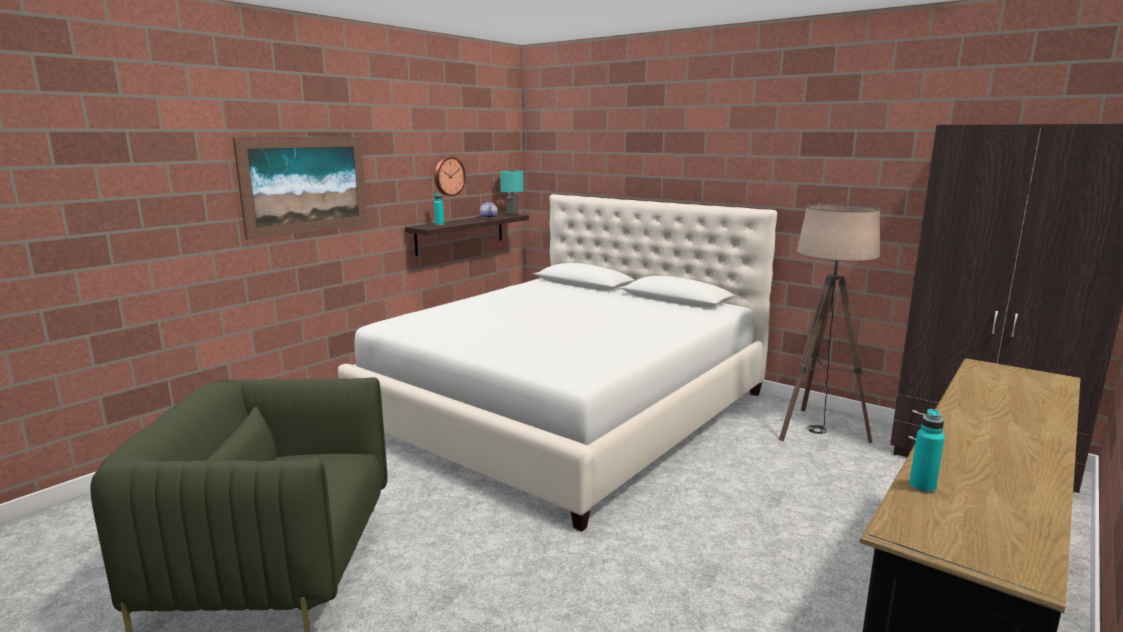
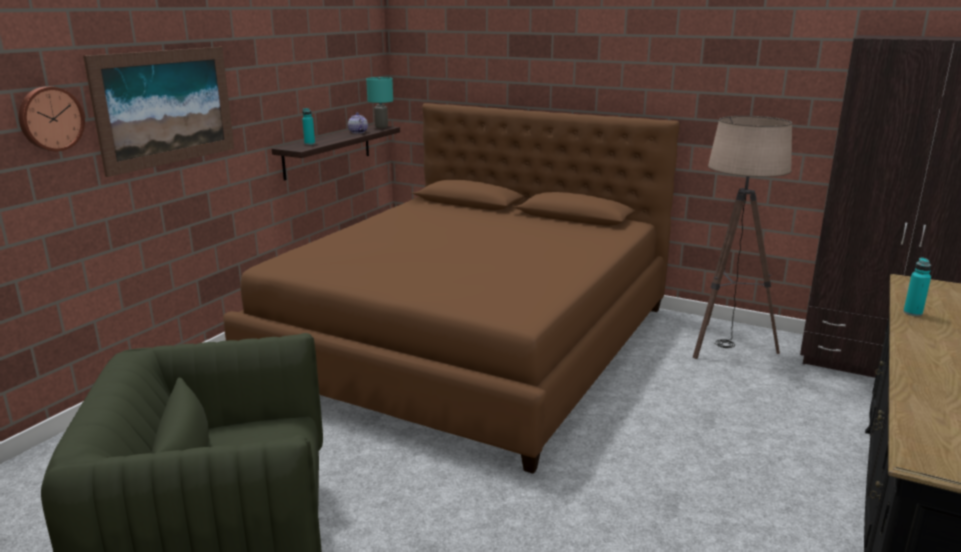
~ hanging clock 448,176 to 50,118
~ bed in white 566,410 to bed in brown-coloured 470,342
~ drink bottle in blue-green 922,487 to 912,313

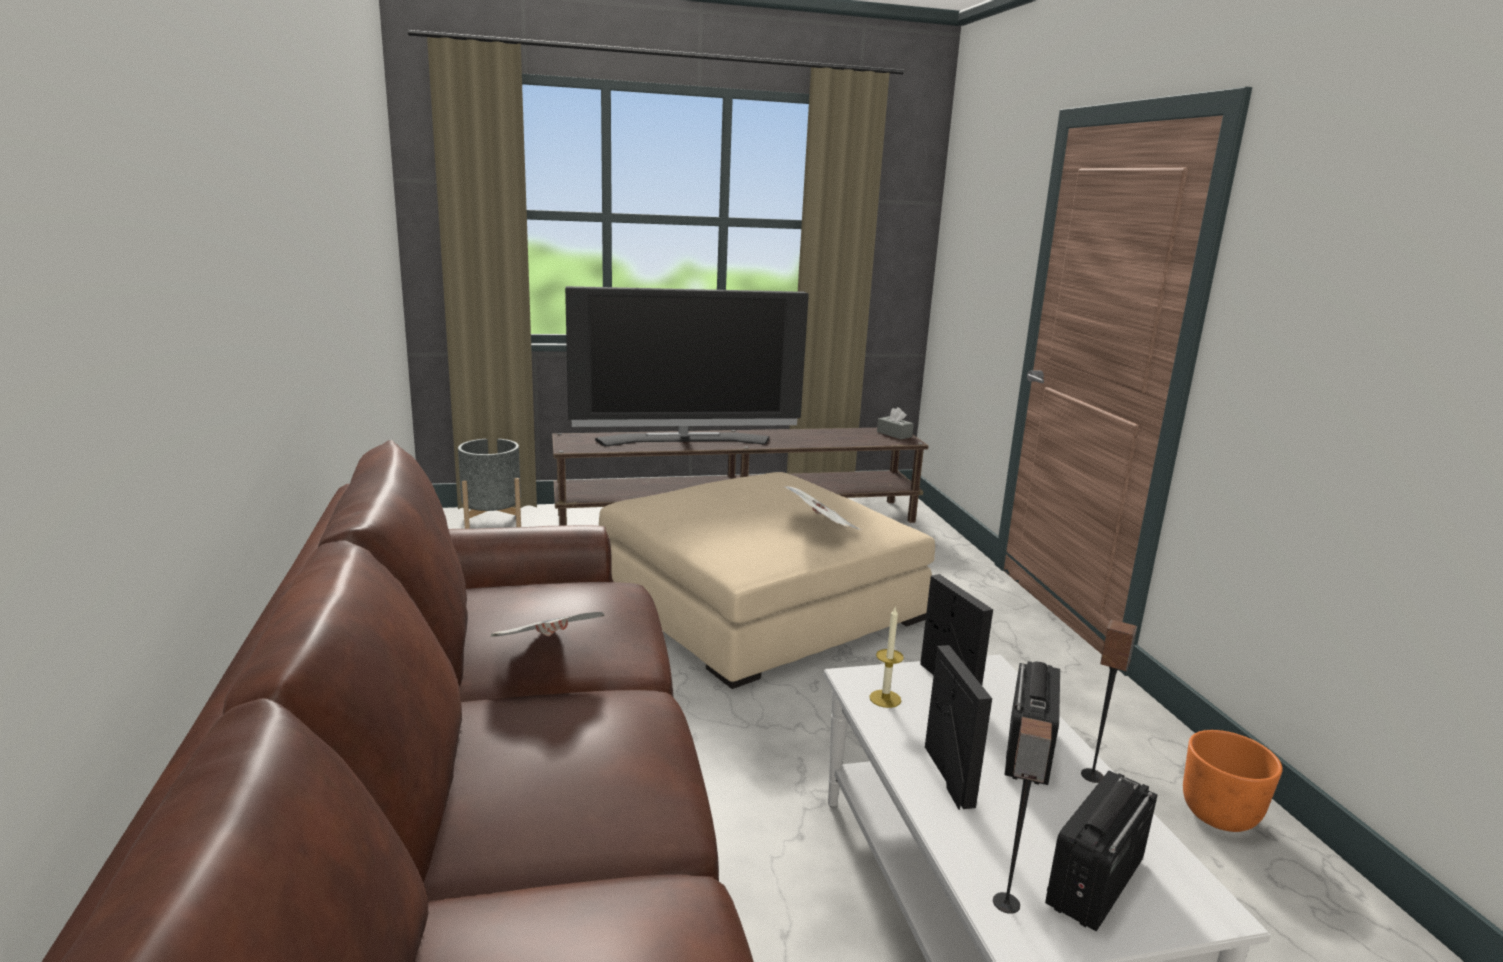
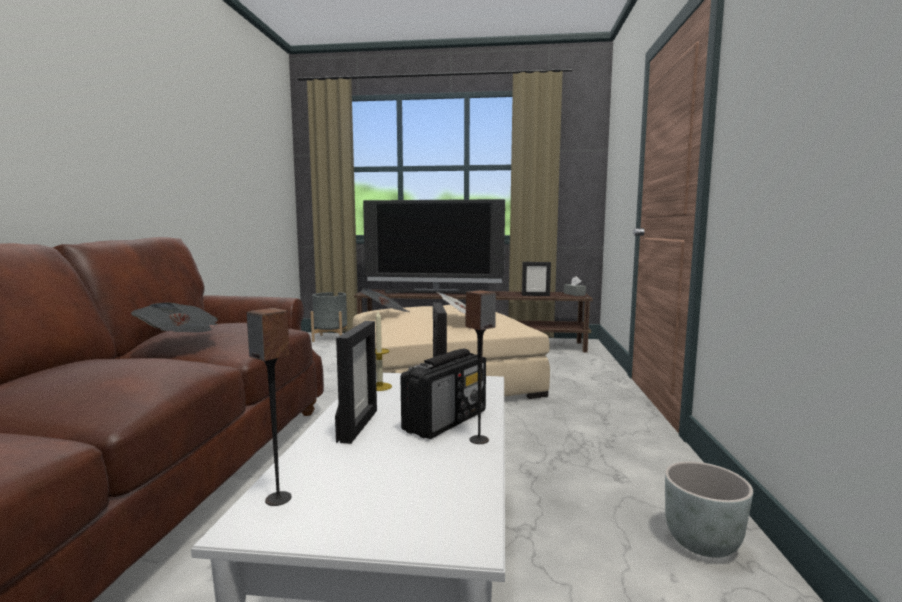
~ flower pot in orangey 1217,815 to flower pot in greyish 701,542
- radio receiver 1094,883
+ photo frame 535,295
+ newspaper 385,314

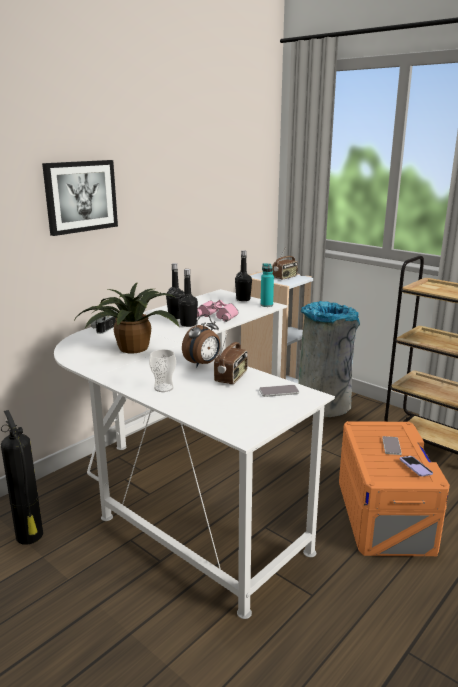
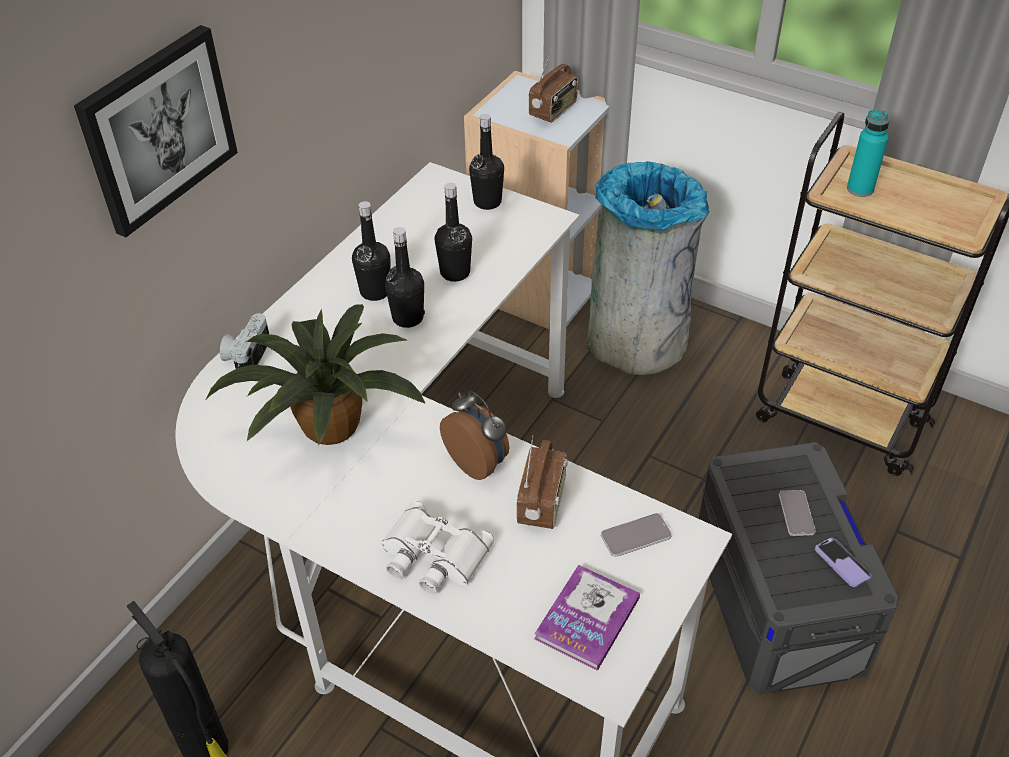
~ drink bottle in blue-green 266,305 to 860,189
~ binoculars in pink 218,315 to drink bottle in black 455,272
~ table clock 203,364 = 478,462 75 degrees counterclockwise
~ small cup 163,388 to binoculars in white 431,556
~ storage container in orangey 384,514 to storage container in greyish 777,598
+ book 587,618

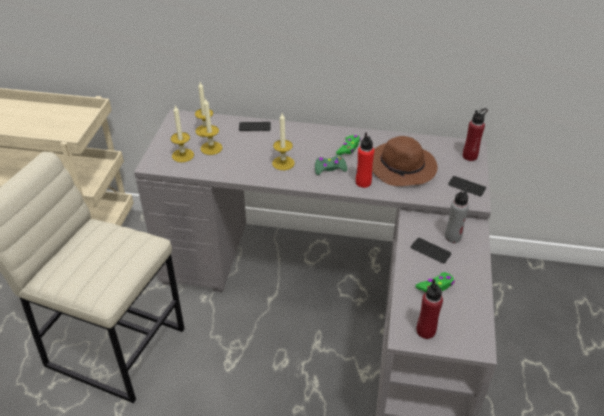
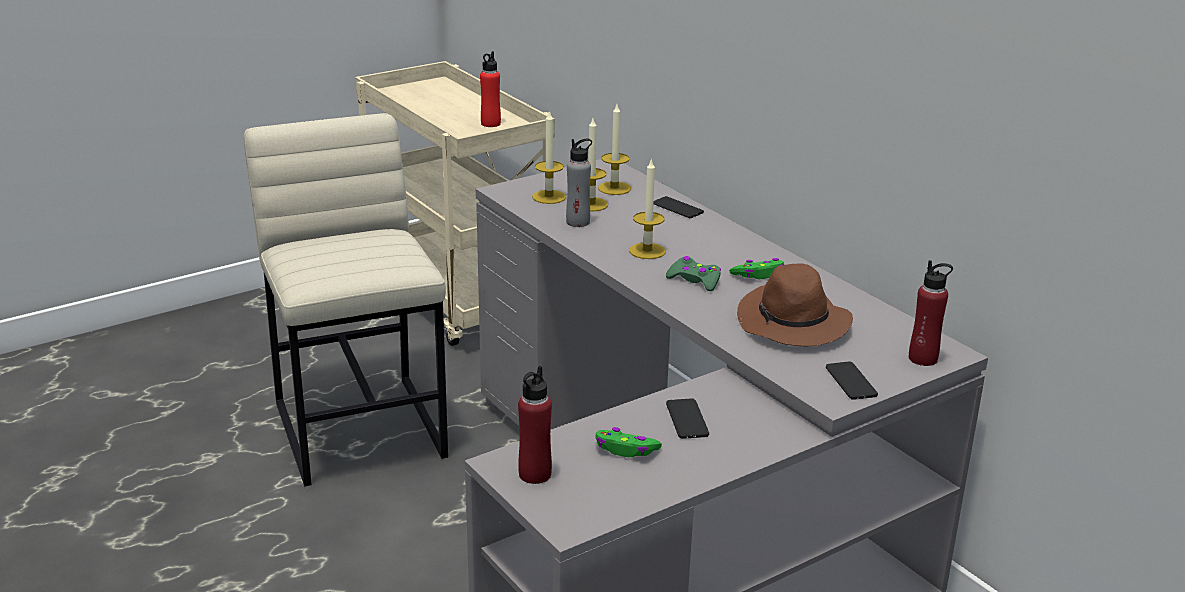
~ drink bottle in red 363,182 to 490,123
~ drink bottle in greyish 453,237 to 578,222

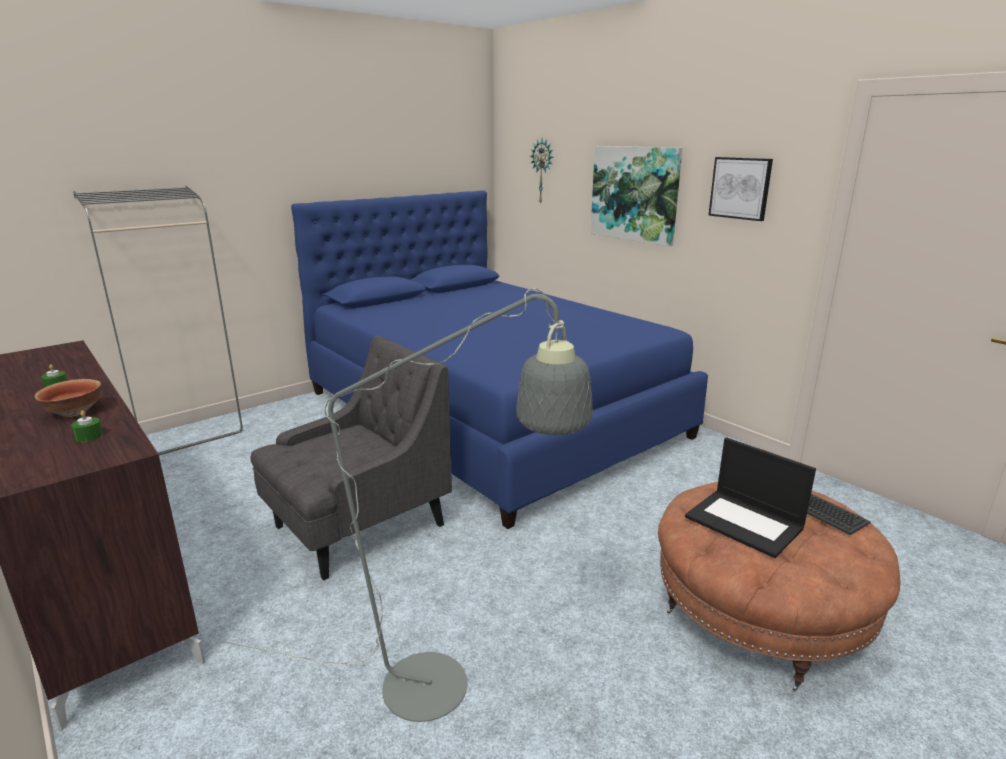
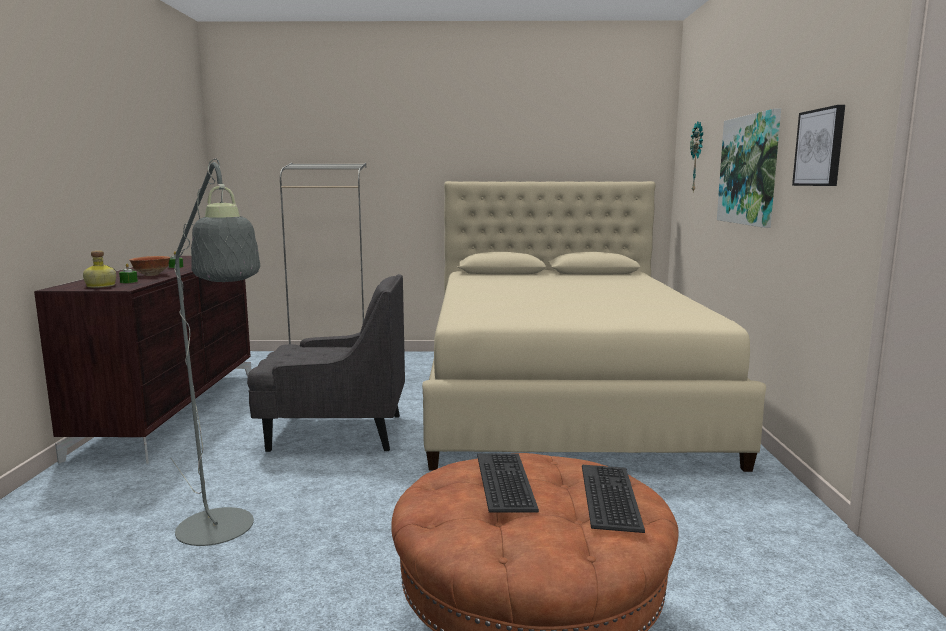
~ bed in bluish 490,413 to bed in sand-coloured 562,396
~ portable computer 745,522 to computer keyboard 506,482
+ drink bottle 100,286

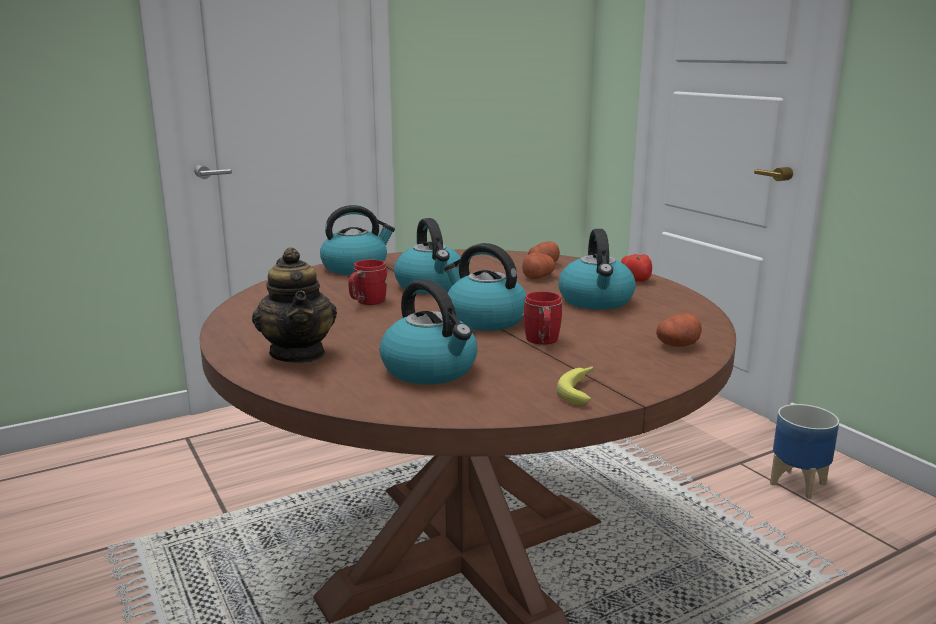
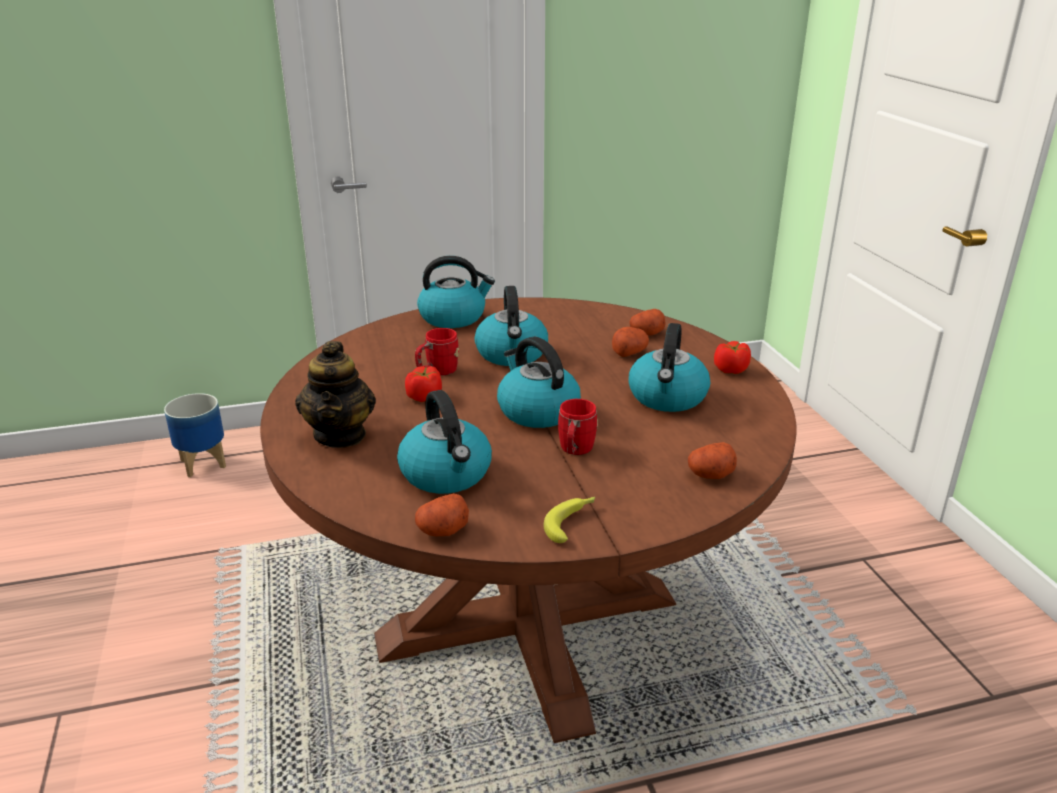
~ flower pot 798,483 to 204,463
+ fresh tomato 425,397
+ spud 443,530

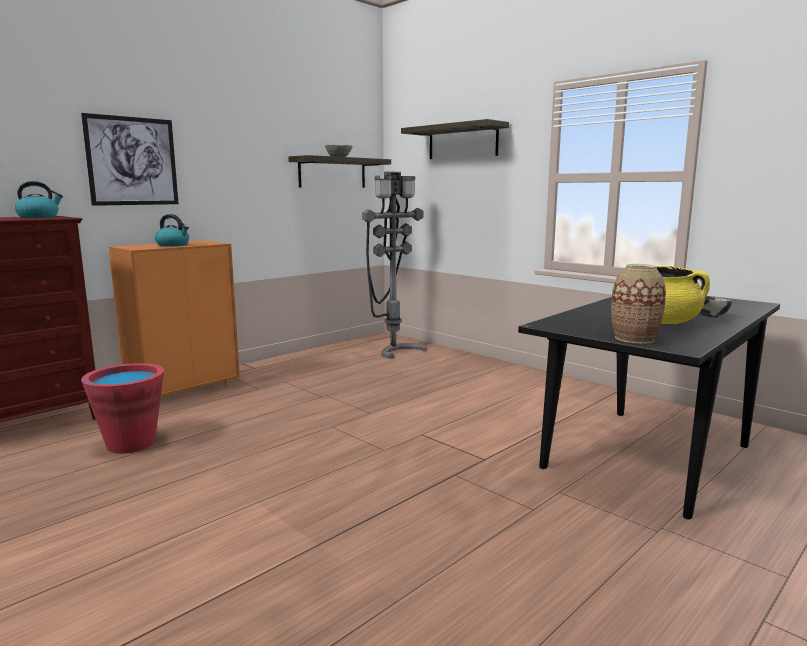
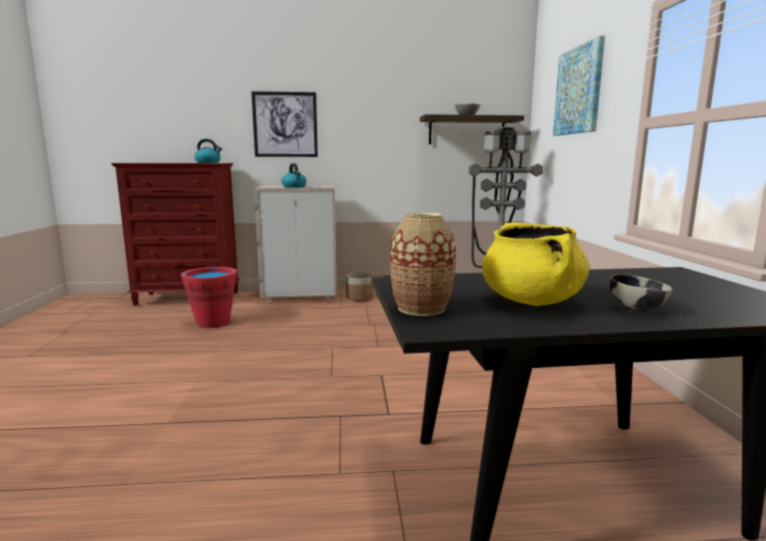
~ shelf 462,142 to wall picture 578,90
~ cabinet in orangey 184,388 to cabinet in sand-coloured 301,297
+ flower pot 360,298

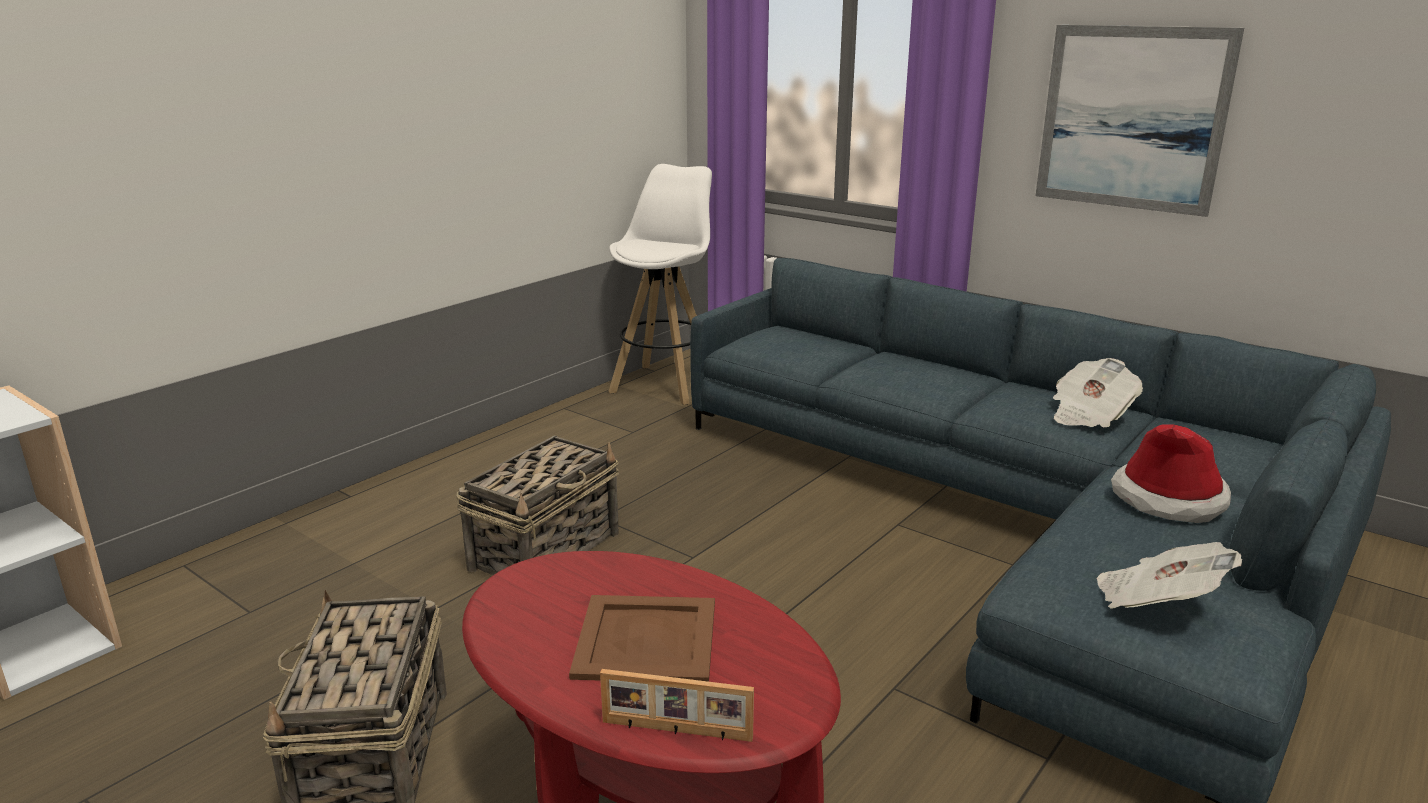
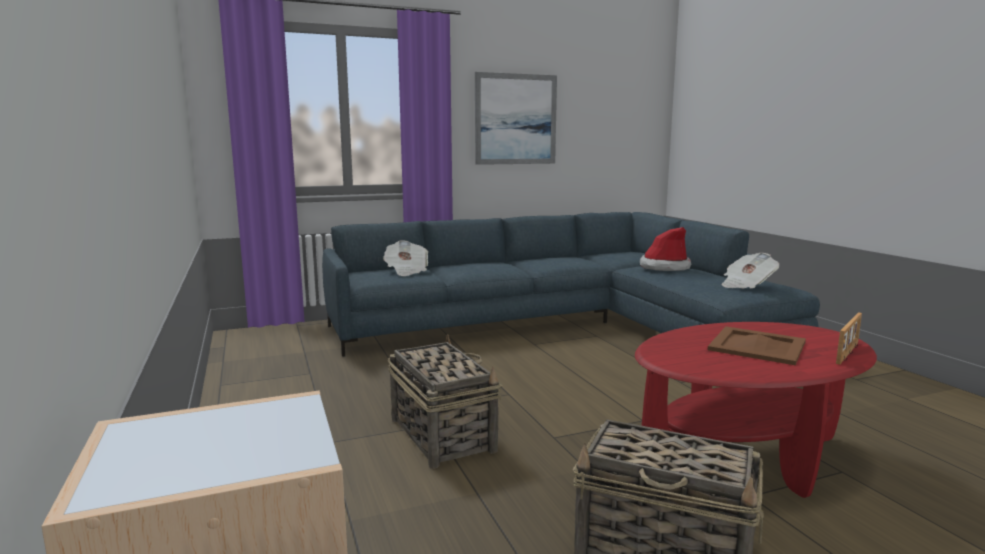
- stool in white 666,383
~ newspaper 1089,415 to 406,271

